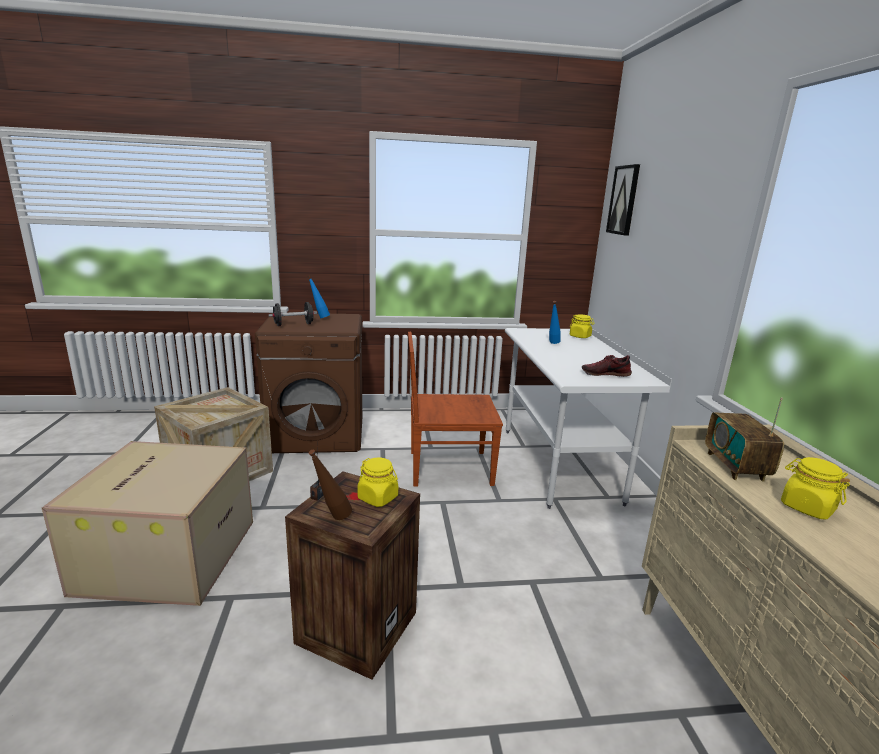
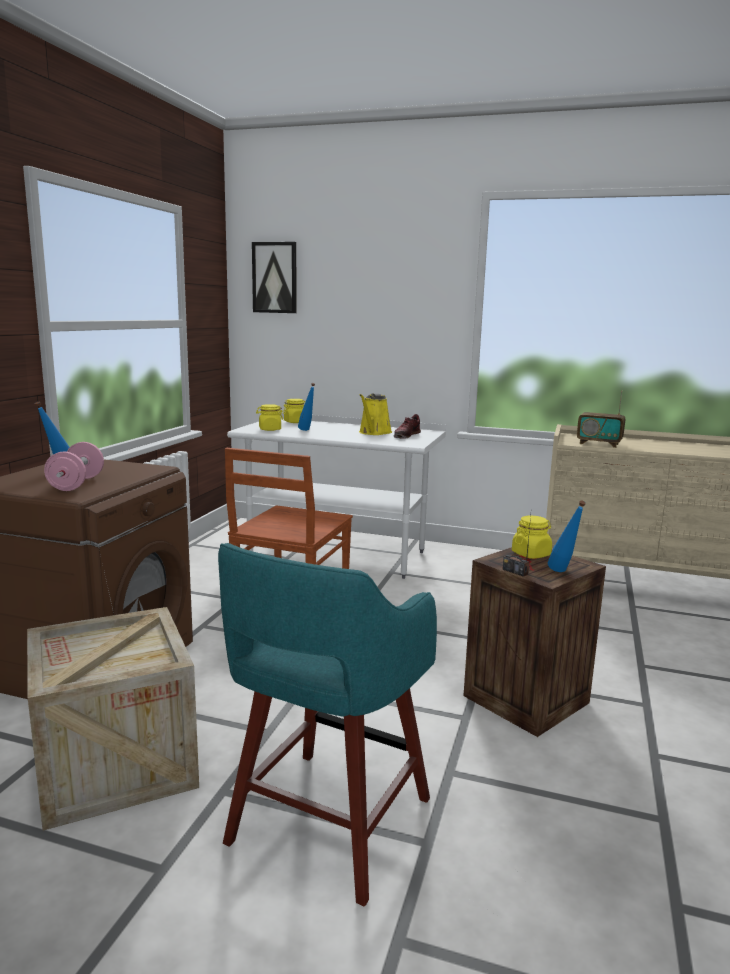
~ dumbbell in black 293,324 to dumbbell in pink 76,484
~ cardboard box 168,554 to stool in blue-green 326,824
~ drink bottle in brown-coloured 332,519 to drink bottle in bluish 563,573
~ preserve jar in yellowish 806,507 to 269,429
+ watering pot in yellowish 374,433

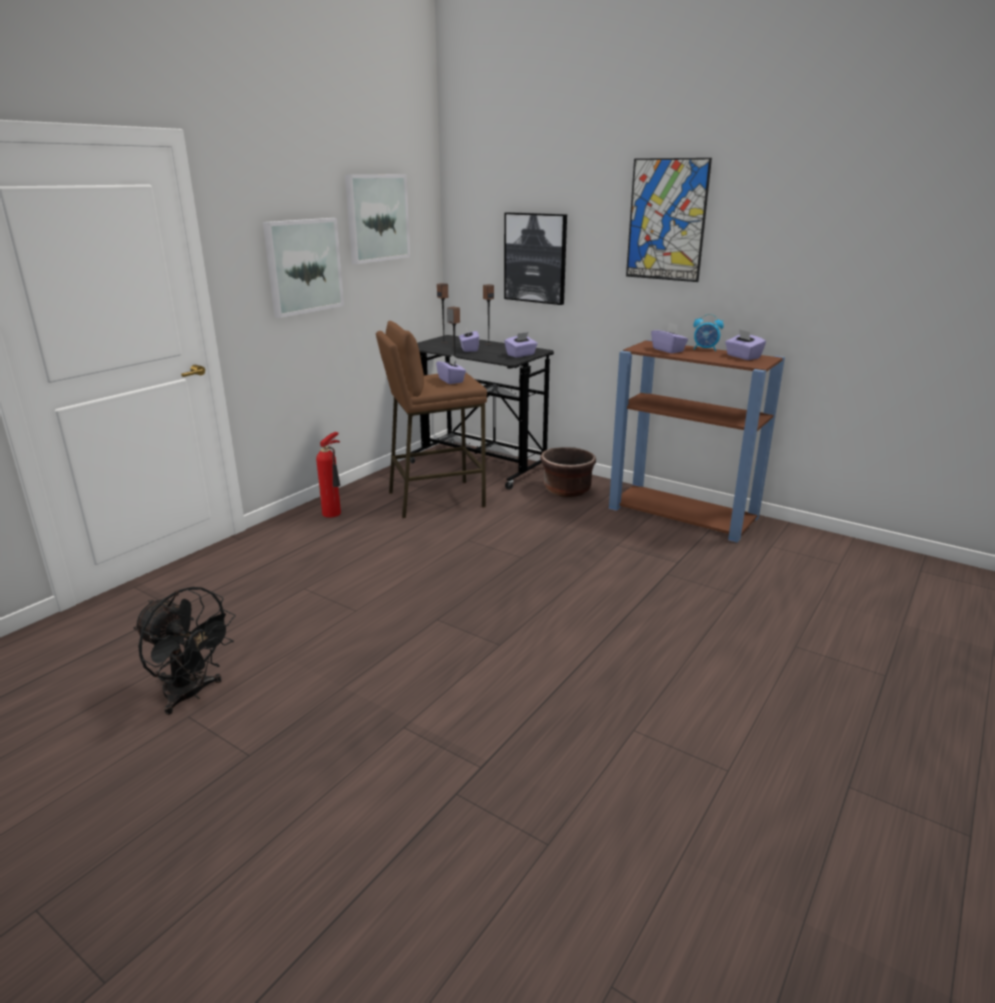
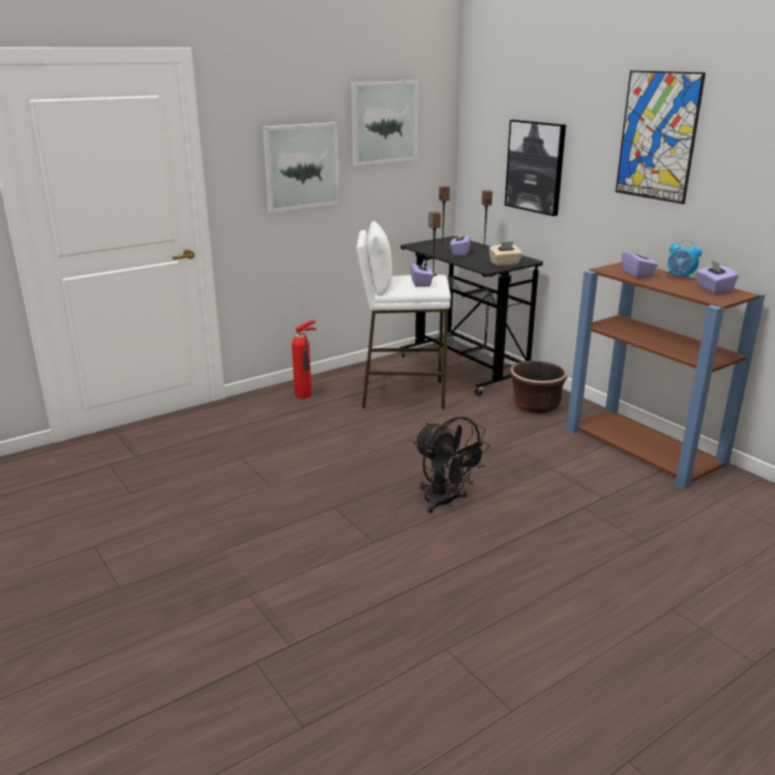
~ stool in brown-coloured 435,499 to stool in white 402,395
~ tissue box in purplish 521,355 to tissue box in sand-coloured 504,263
~ cooling fan in black 191,694 to 445,502

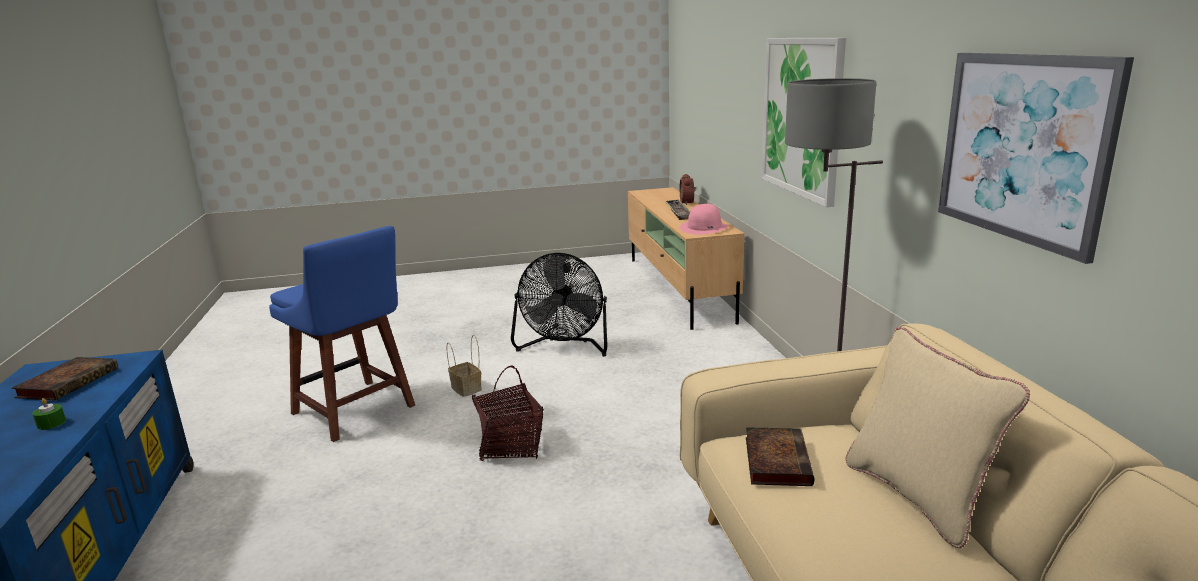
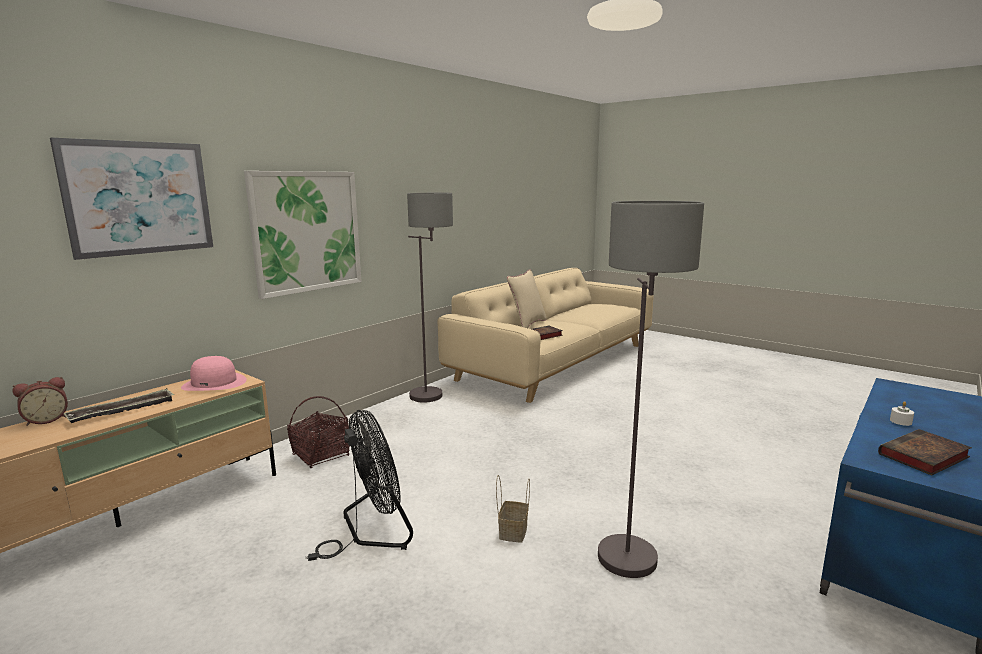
~ wall picture 1022,148 to 139,198
~ stool in bluish 355,411 to standing lamp in greyish 630,570
~ storage basket 510,445 to 321,455
~ wax light in green 51,423 to wax light in white 900,421

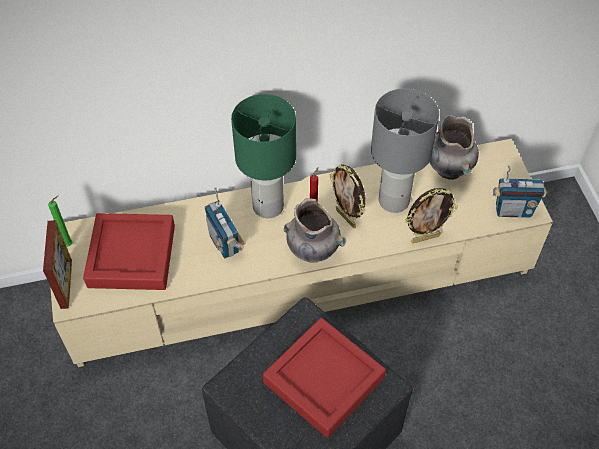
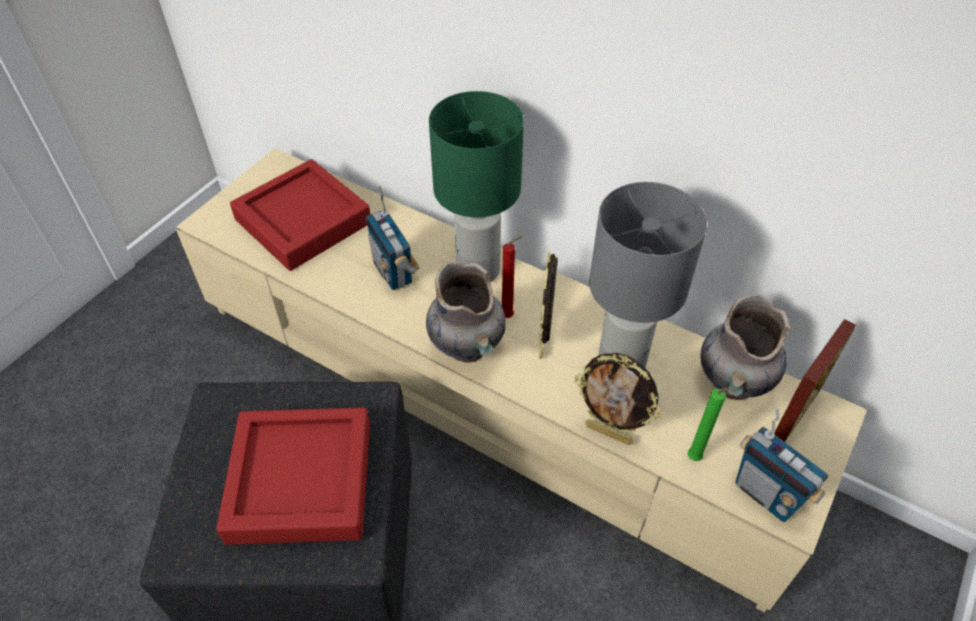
~ radio receiver 225,243 = 394,272 45 degrees counterclockwise
~ wax light in green 70,244 to 696,458
~ photo frame 66,284 to 795,415

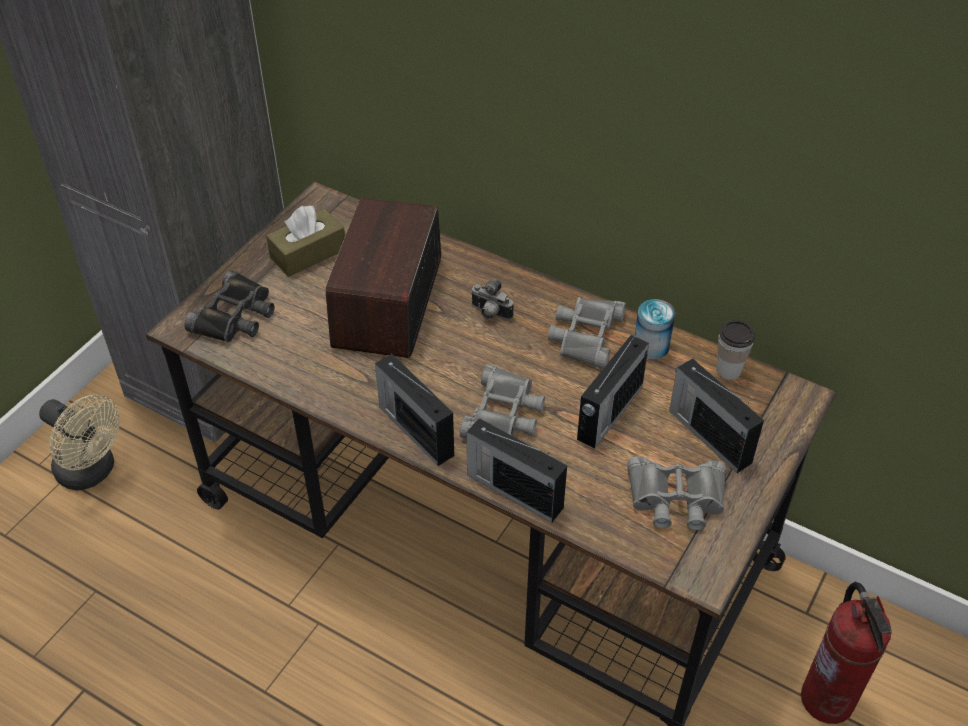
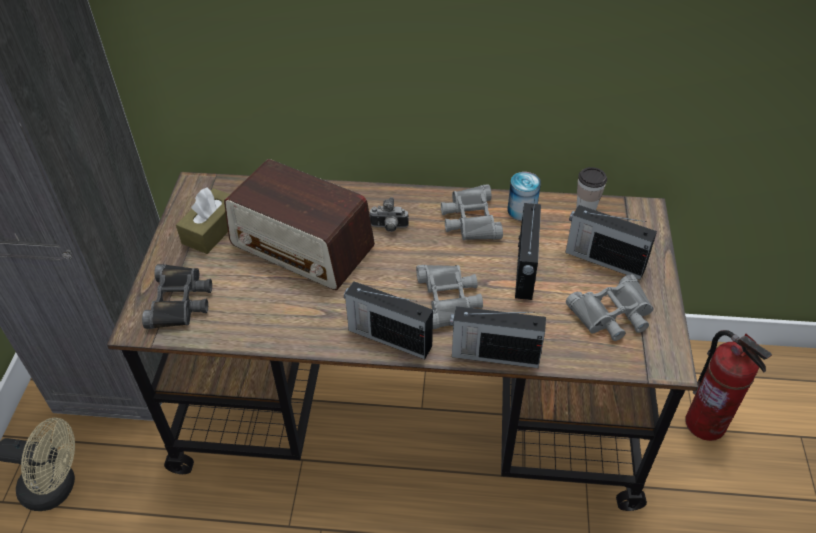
~ radio receiver 387,302 = 303,246 45 degrees counterclockwise

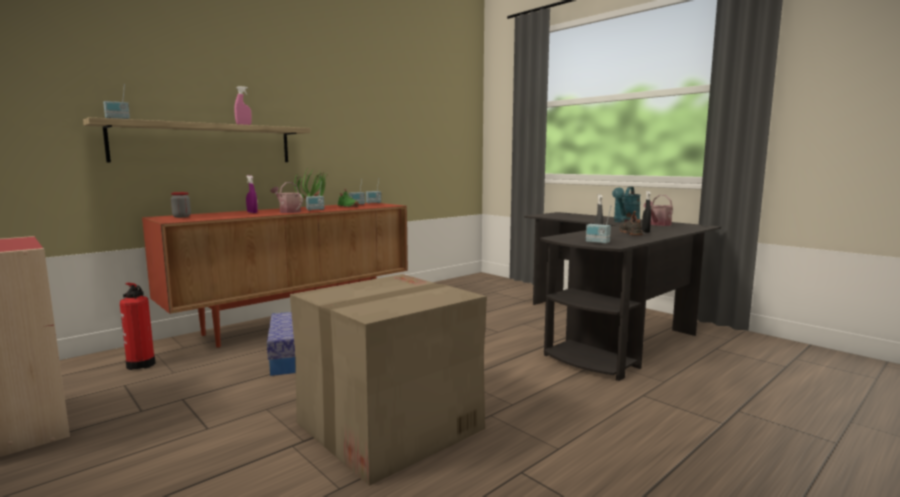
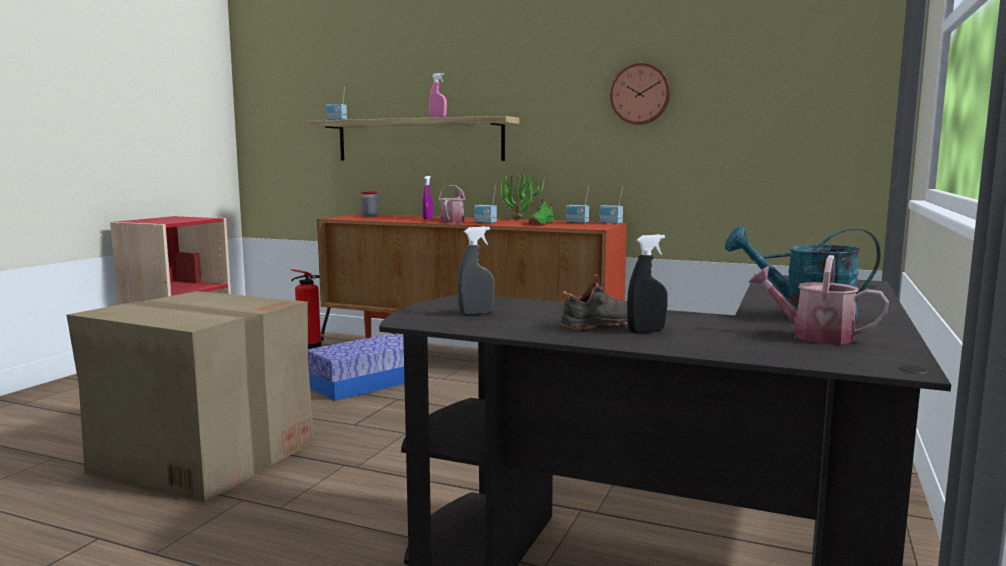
- radio receiver 597,242
+ hanging clock 640,94

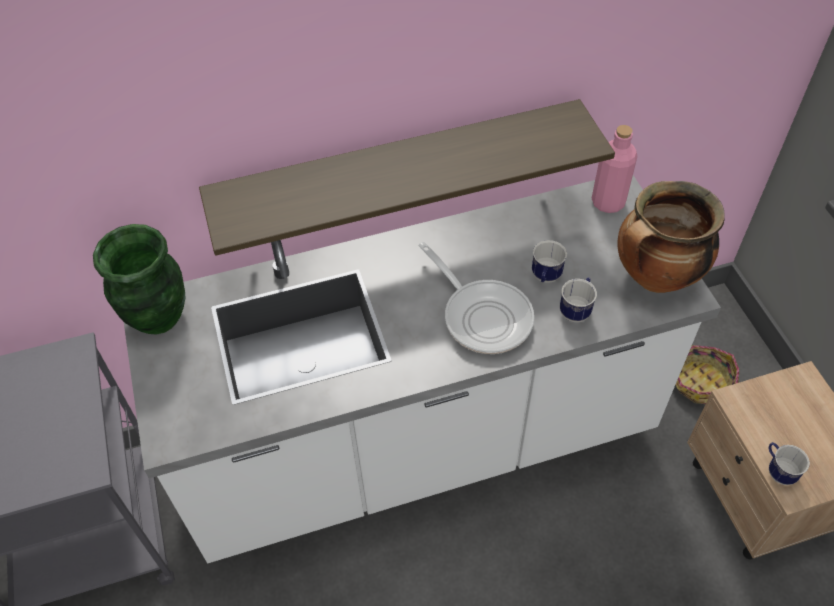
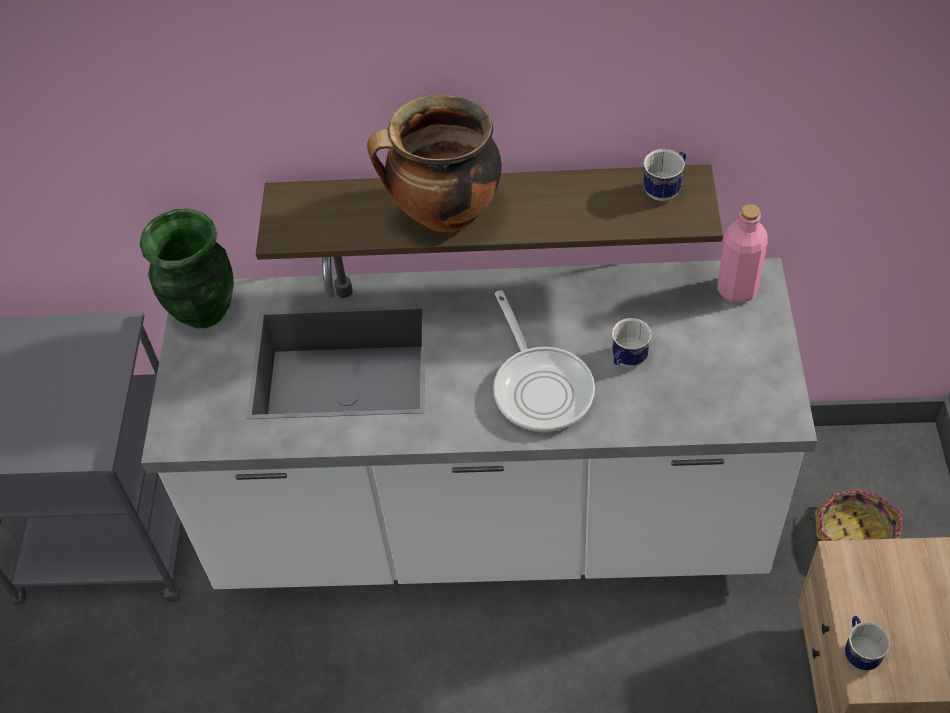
~ stockpot 655,278 to 444,215
~ mug 576,310 to 665,189

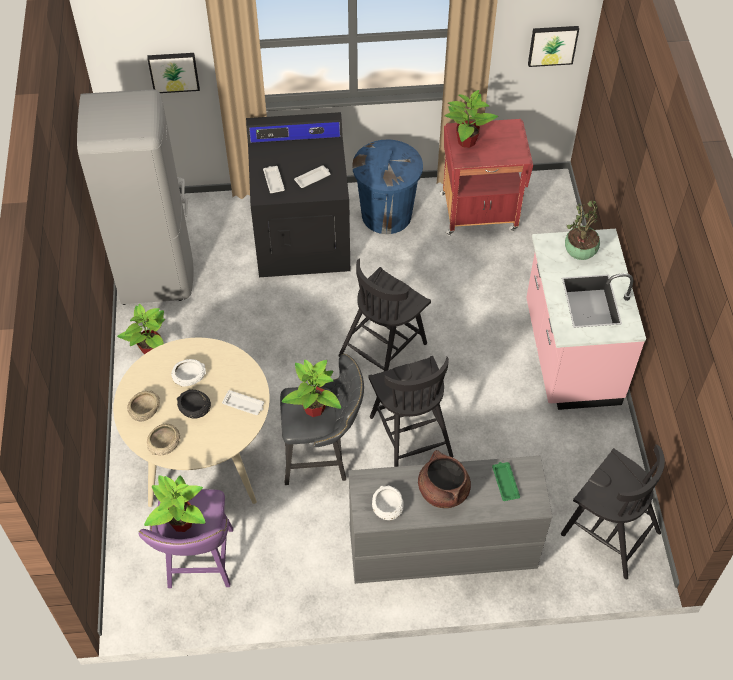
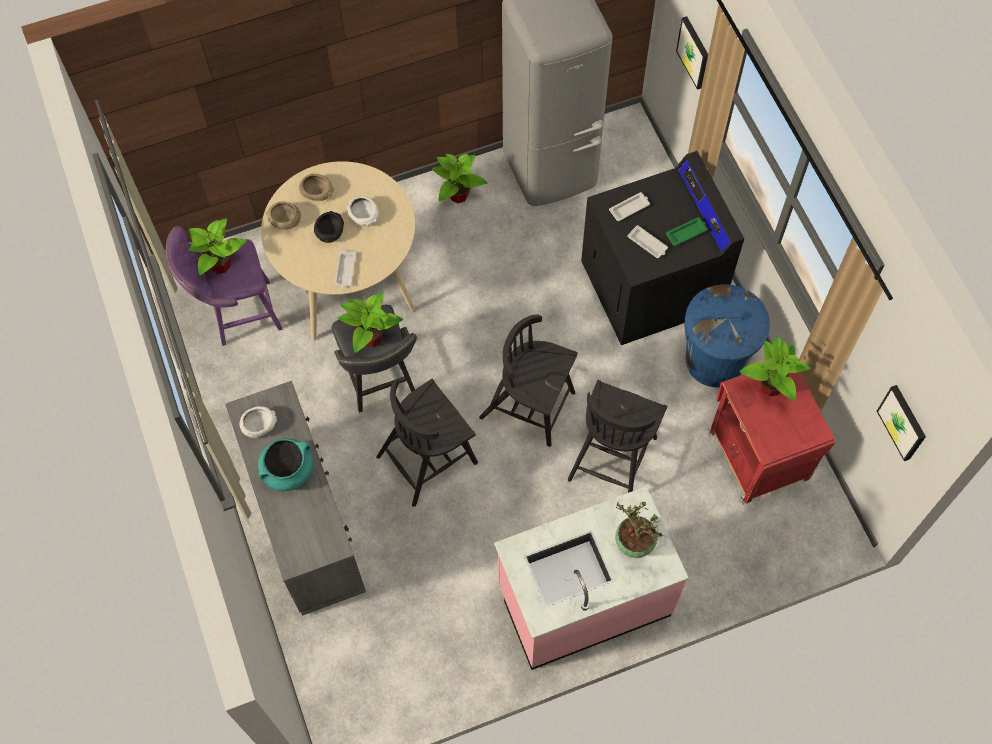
~ chair in black 608,532 to 613,456
~ stockpot in brown-coloured 443,491 to stockpot in blue-green 288,471
~ tray in green 505,482 to 687,233

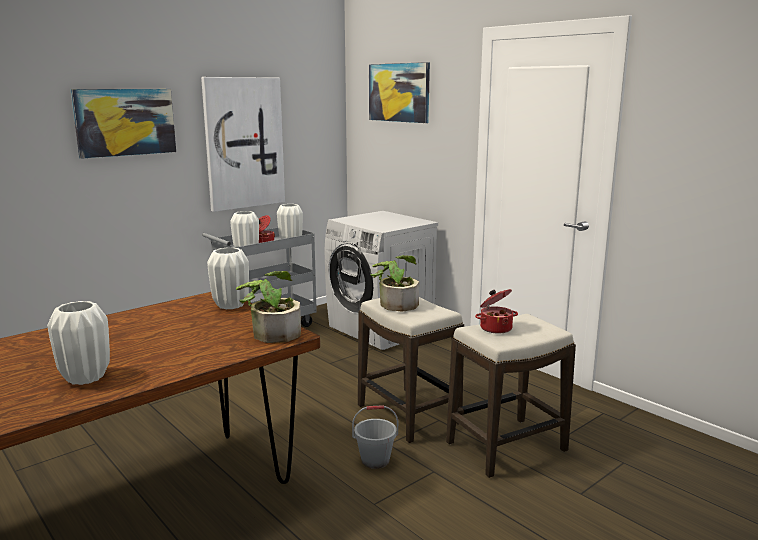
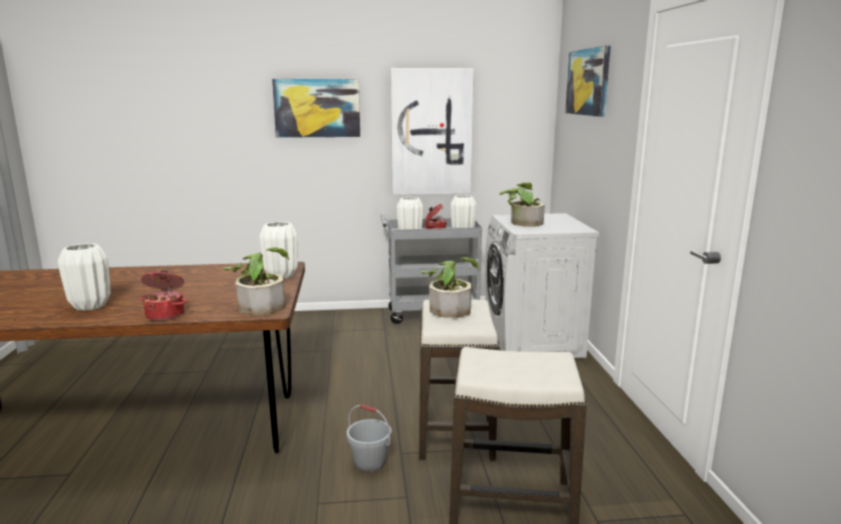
~ stockpot 495,328 to 166,314
+ plant in a pot 522,222

